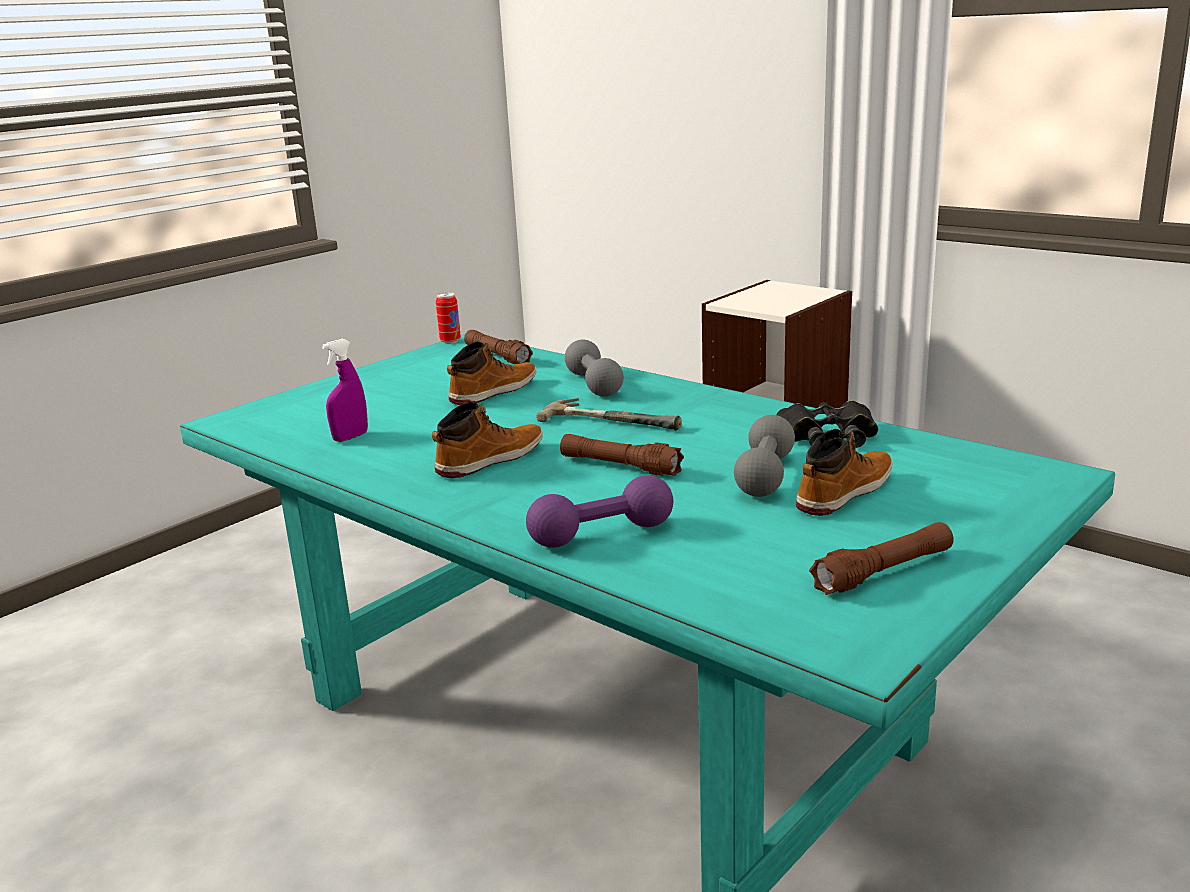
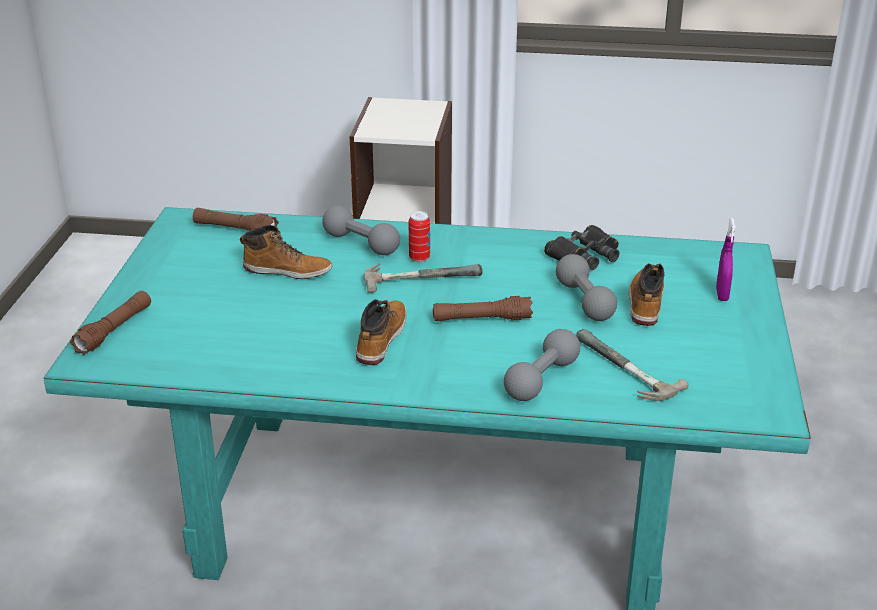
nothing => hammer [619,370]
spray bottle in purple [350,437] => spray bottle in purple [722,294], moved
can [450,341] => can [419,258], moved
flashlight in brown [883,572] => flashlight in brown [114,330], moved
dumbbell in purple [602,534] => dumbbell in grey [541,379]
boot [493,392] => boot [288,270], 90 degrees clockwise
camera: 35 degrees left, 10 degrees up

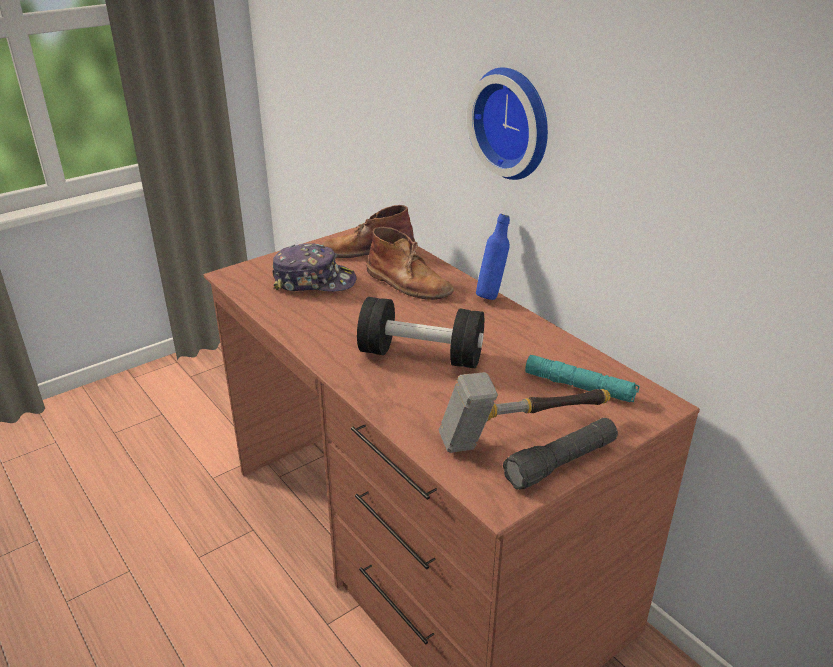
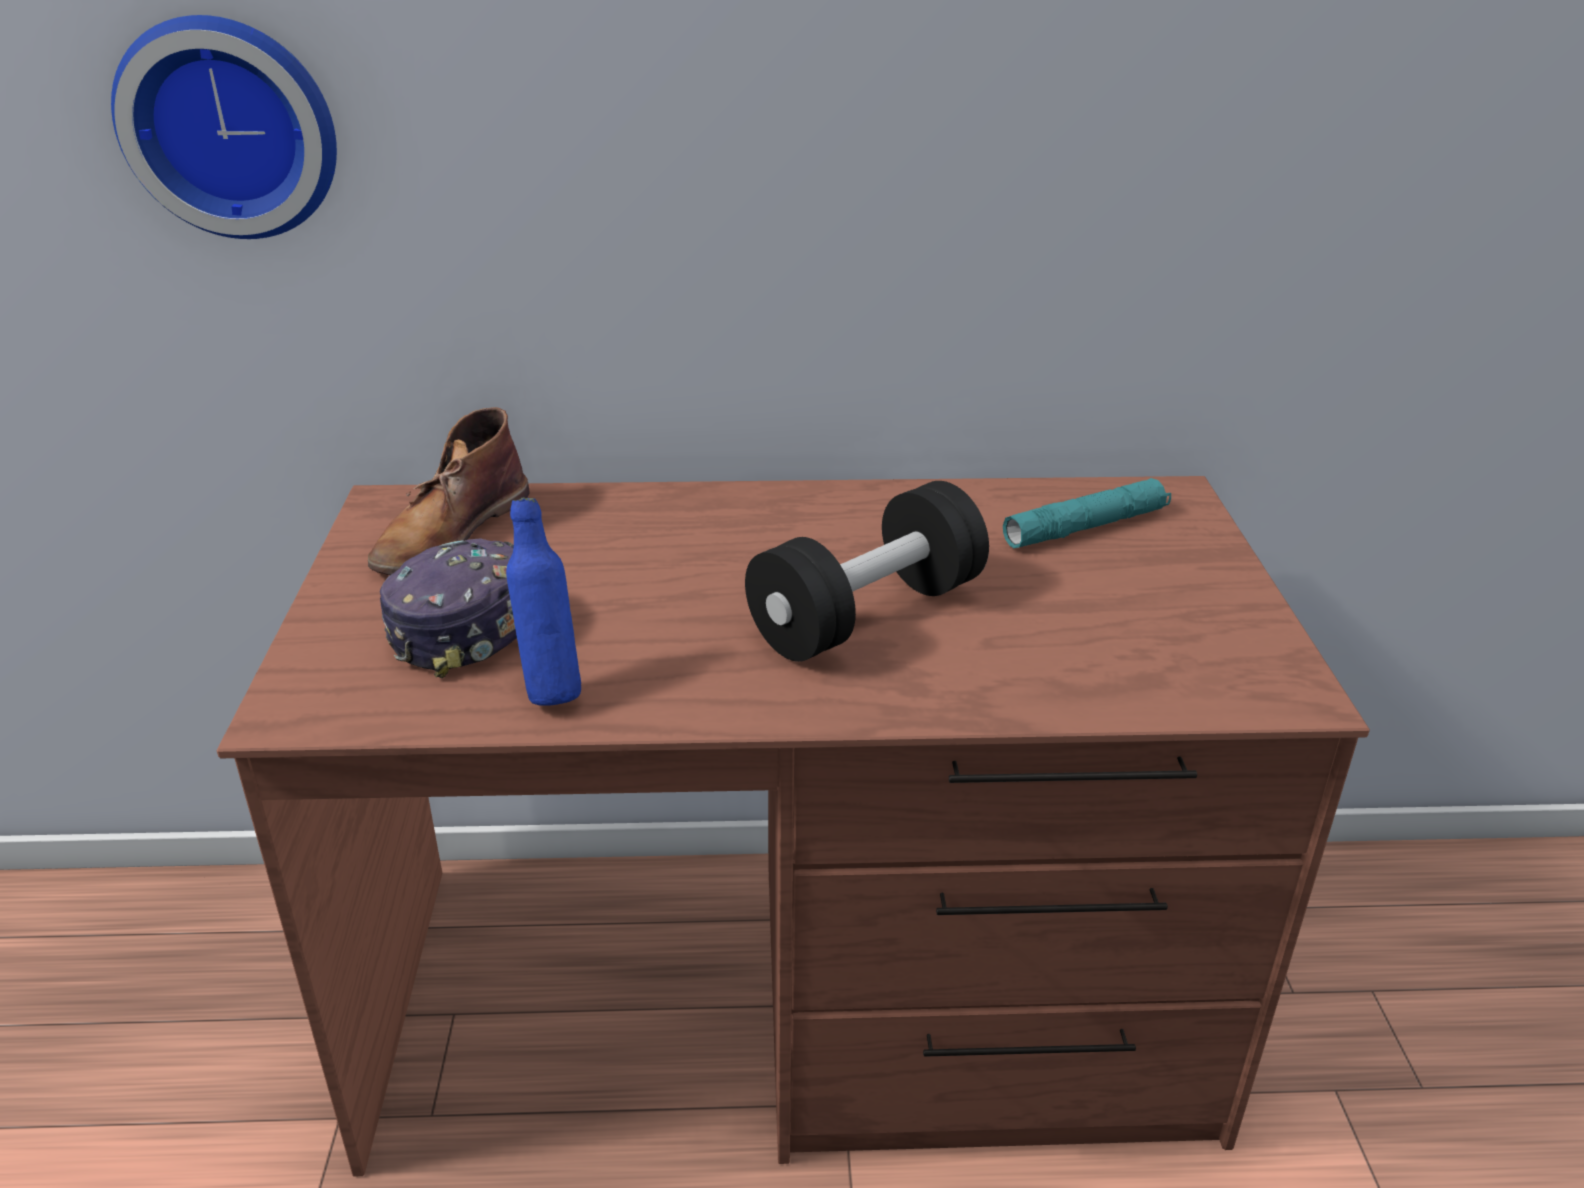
boot in brown [408,283] => nothing
hammer [521,434] => nothing
flashlight in black [561,463] => nothing
wall clock [514,122] => wall clock [232,126], moved
bottle in blue [491,295] => bottle in blue [550,689], moved
camera: 55 degrees left, 0 degrees up

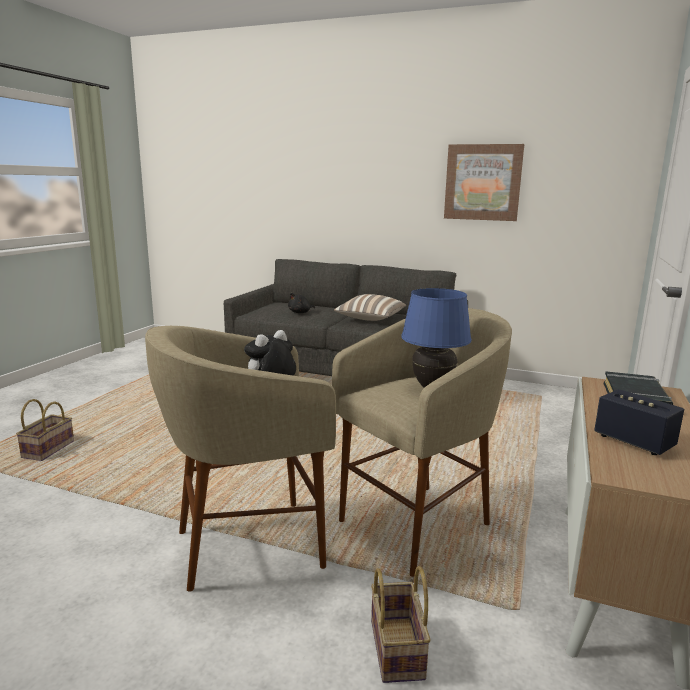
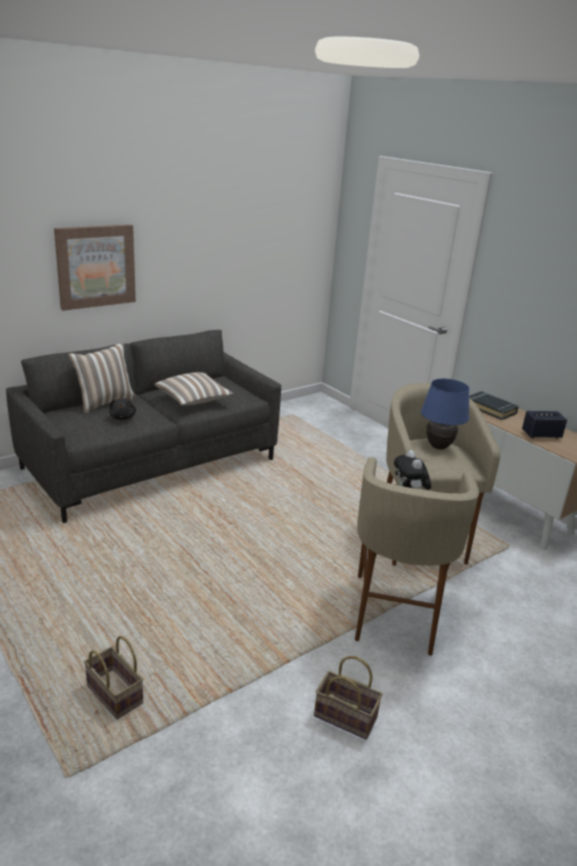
nothing => pillow [104,402]
basket [399,650] => basket [347,716], moved
picture [483,182] => picture [95,266], moved
camera: 60 degrees left, 10 degrees up

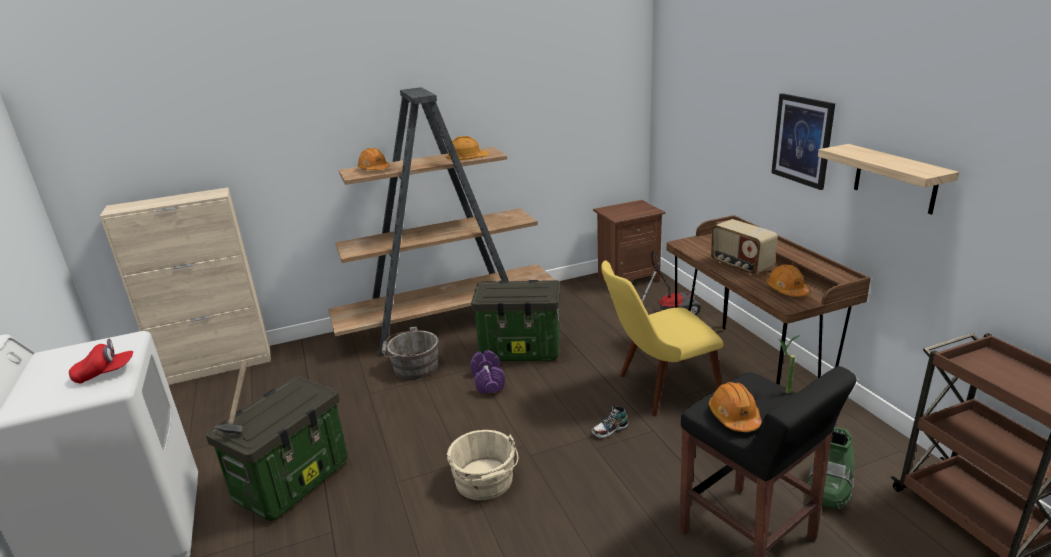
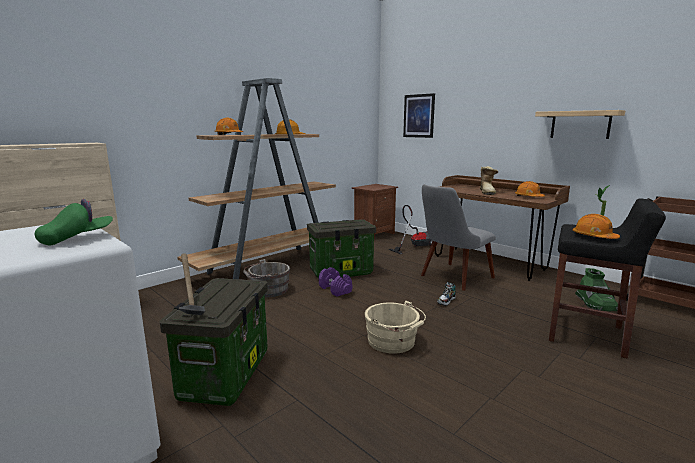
picture [802,140] => picture [419,116], moved
radio [740,265] => boot [487,192]
cap in red [105,373] => cap in green [77,239]
chair in yellow [657,389] => chair in grey [451,278]
camera: 25 degrees left, 10 degrees down

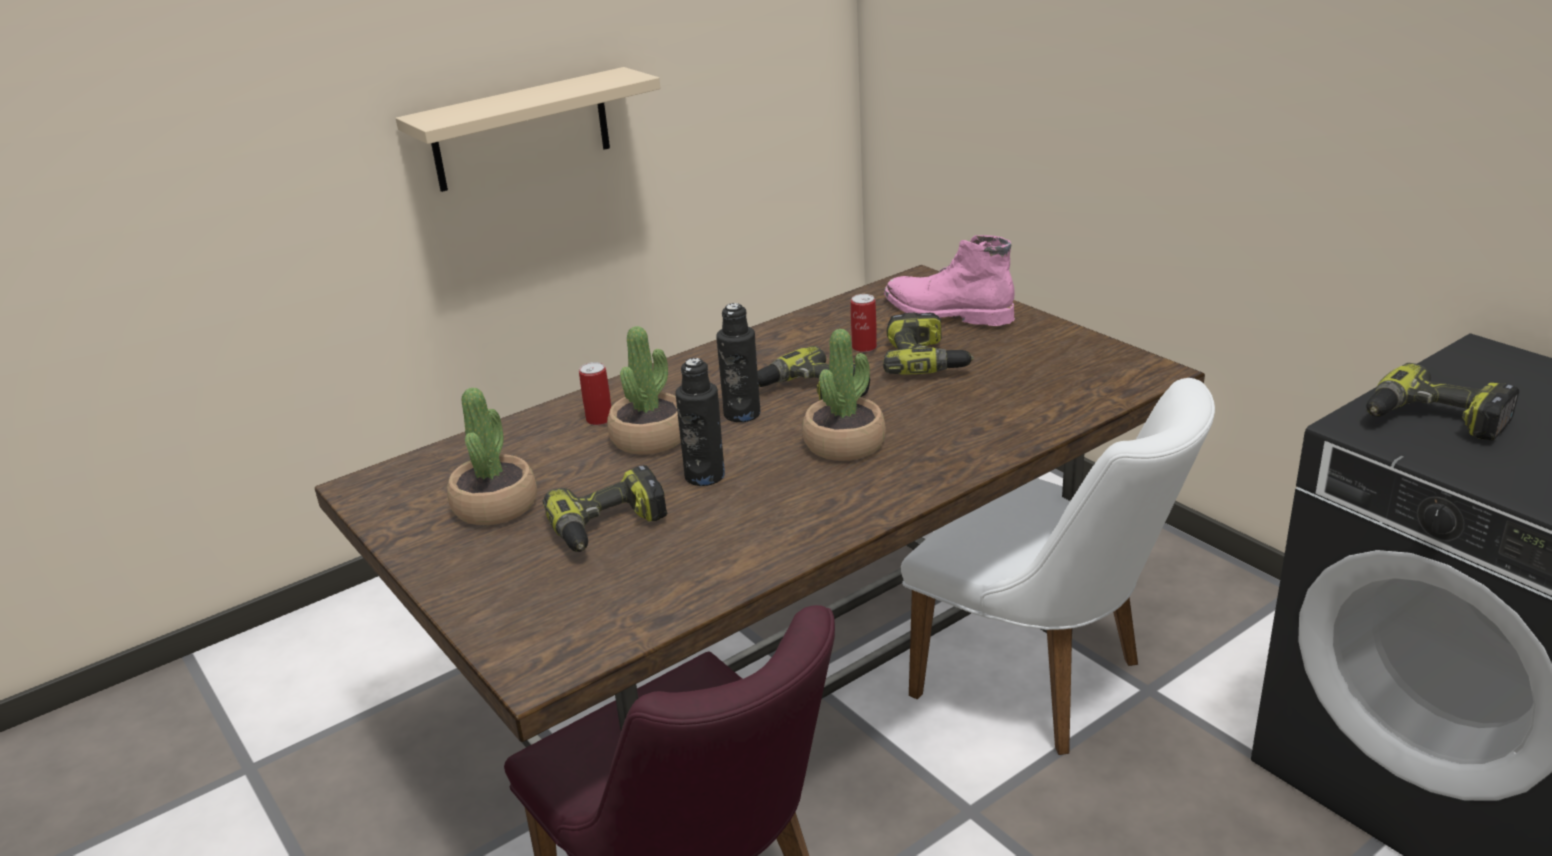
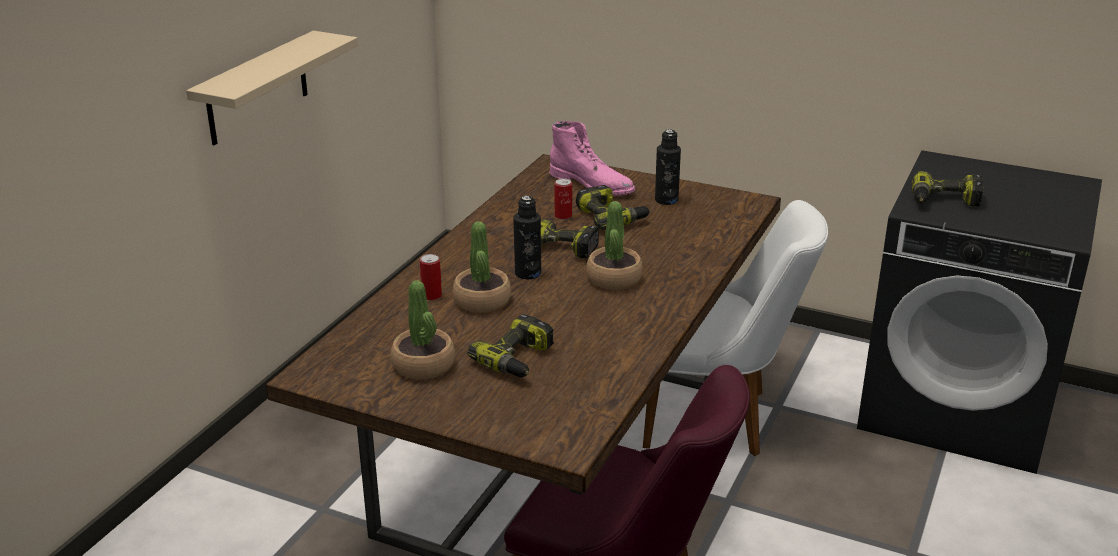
bottle in black [704,476] => bottle in black [666,200], moved
boot in pink [945,312] => boot in pink [593,184], 150 degrees counterclockwise
camera: 30 degrees left, 0 degrees up

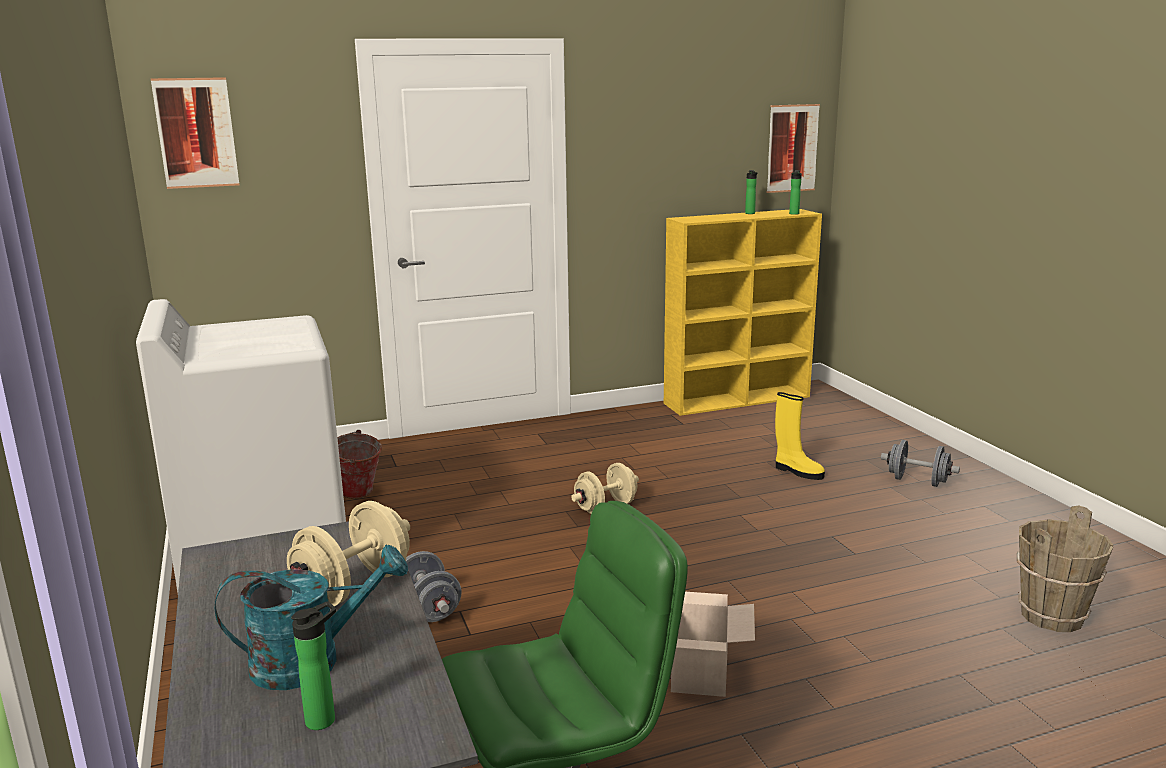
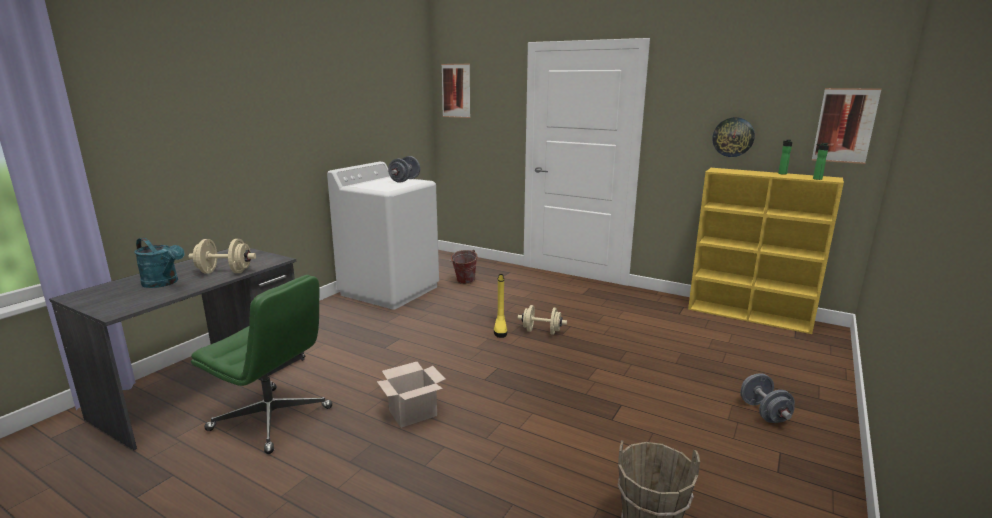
bottle [325,719] => nothing
nothing => wall clock [733,137]
dumbbell in grey [429,608] => dumbbell in grey [405,180], moved
boot in yellow [797,471] => boot in yellow [500,329], moved
camera: 50 degrees right, 0 degrees up

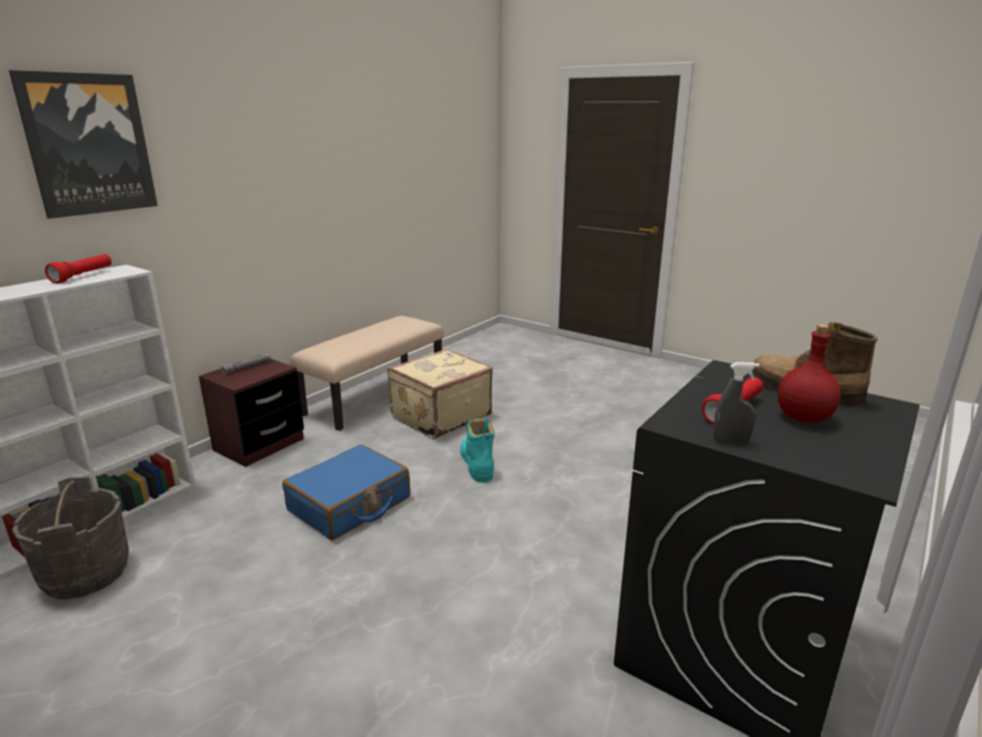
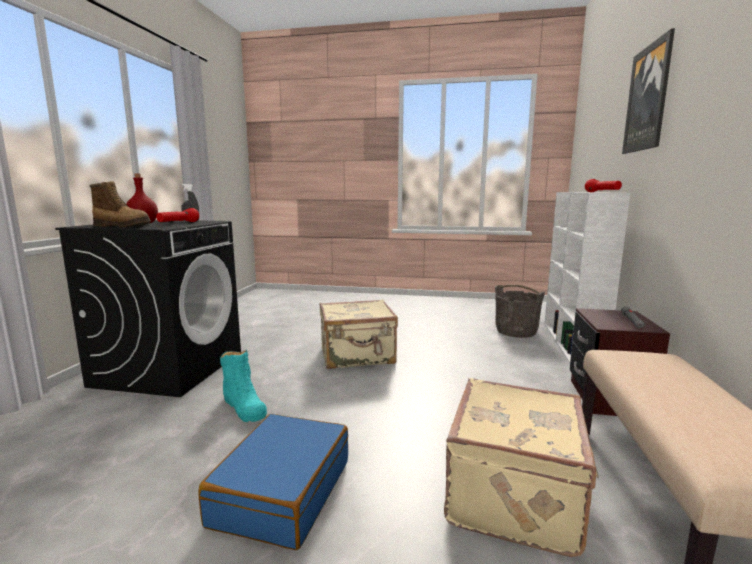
nothing => suitcase in beige [357,356]
suitcase in blue [350,504] => suitcase in blue [282,491], moved
boot in turquoise [476,464] => boot in turquoise [244,407], moved
camera: 155 degrees right, 10 degrees down

